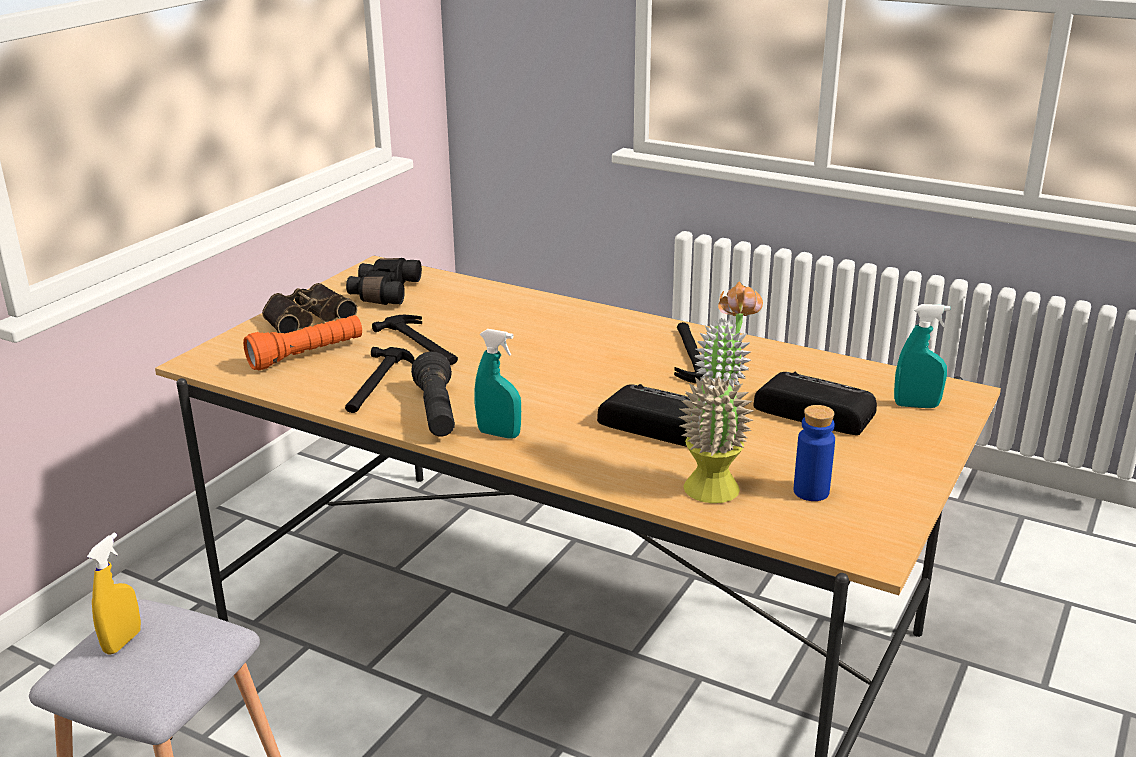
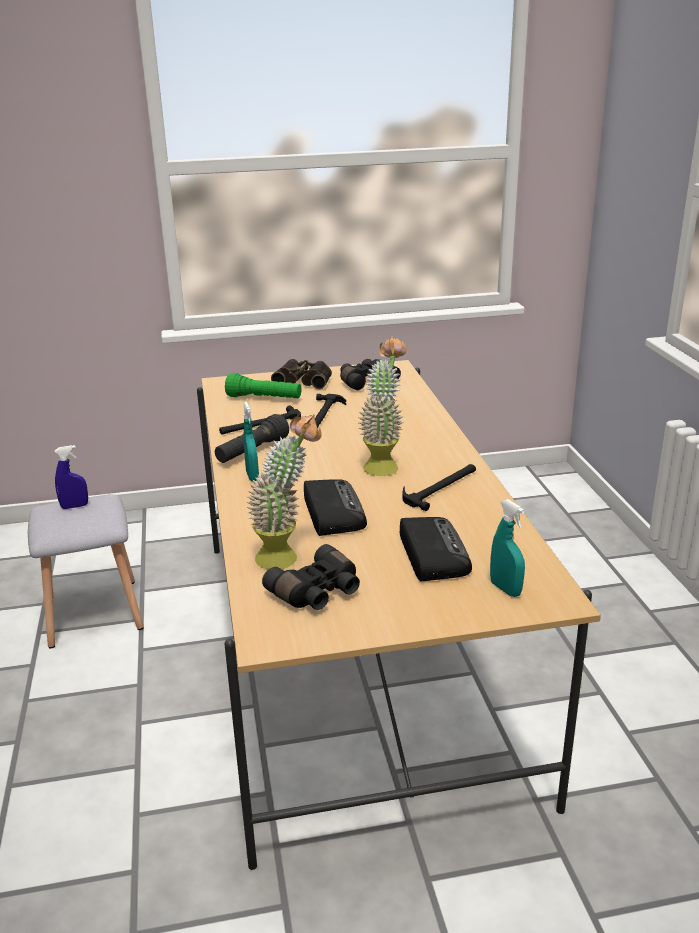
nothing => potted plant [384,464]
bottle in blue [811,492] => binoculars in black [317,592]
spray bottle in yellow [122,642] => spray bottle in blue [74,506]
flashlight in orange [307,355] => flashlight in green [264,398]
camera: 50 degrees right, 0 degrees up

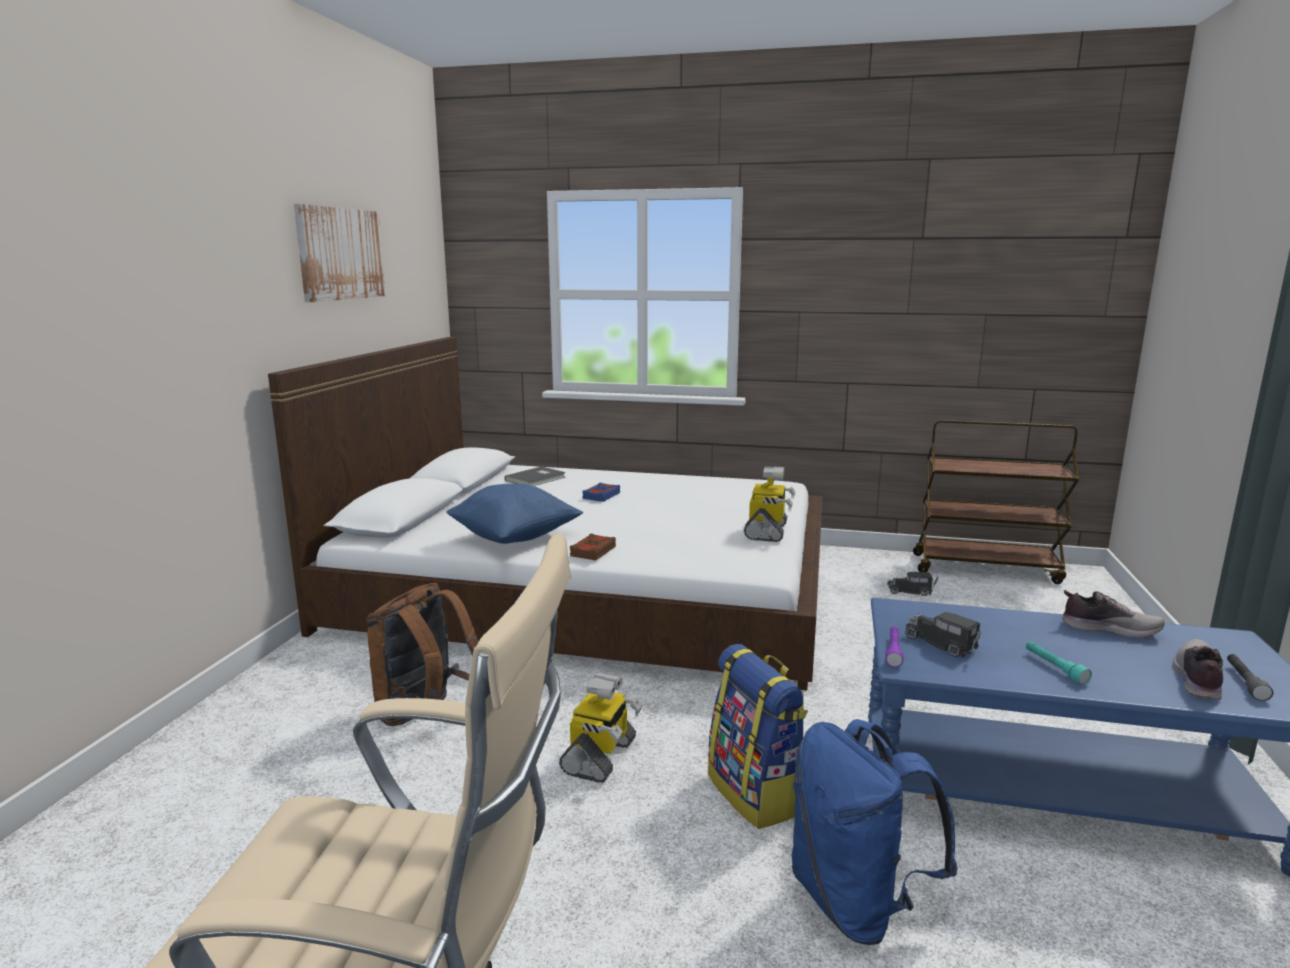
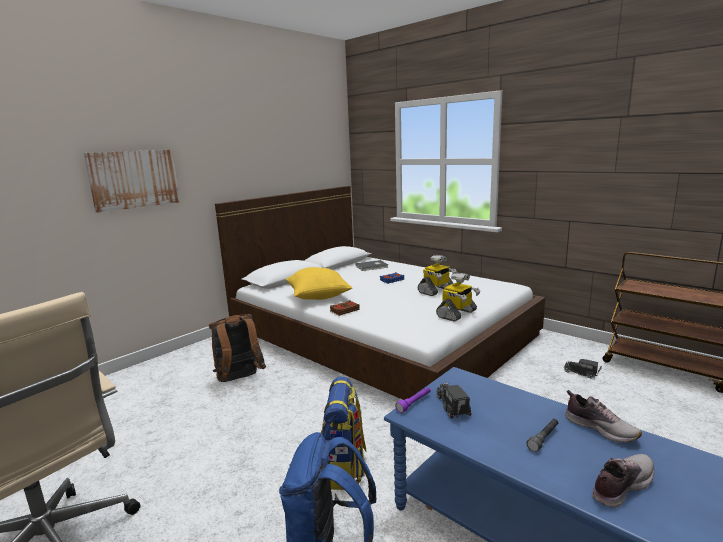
flashlight in turquoise [1054,668] => nothing
picture [340,254] => picture [134,179], moved
toy robot [600,757] => toy robot [436,291], moved
flashlight in grey [1244,682] => flashlight in grey [543,438], moved
pillow in blue [515,539] => pillow in yellow [318,297]
camera: 30 degrees right, 0 degrees up

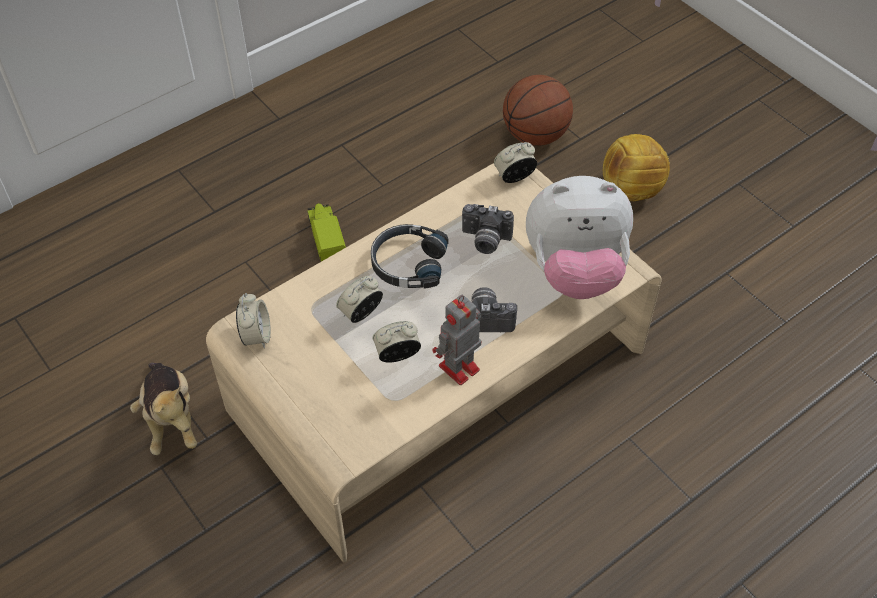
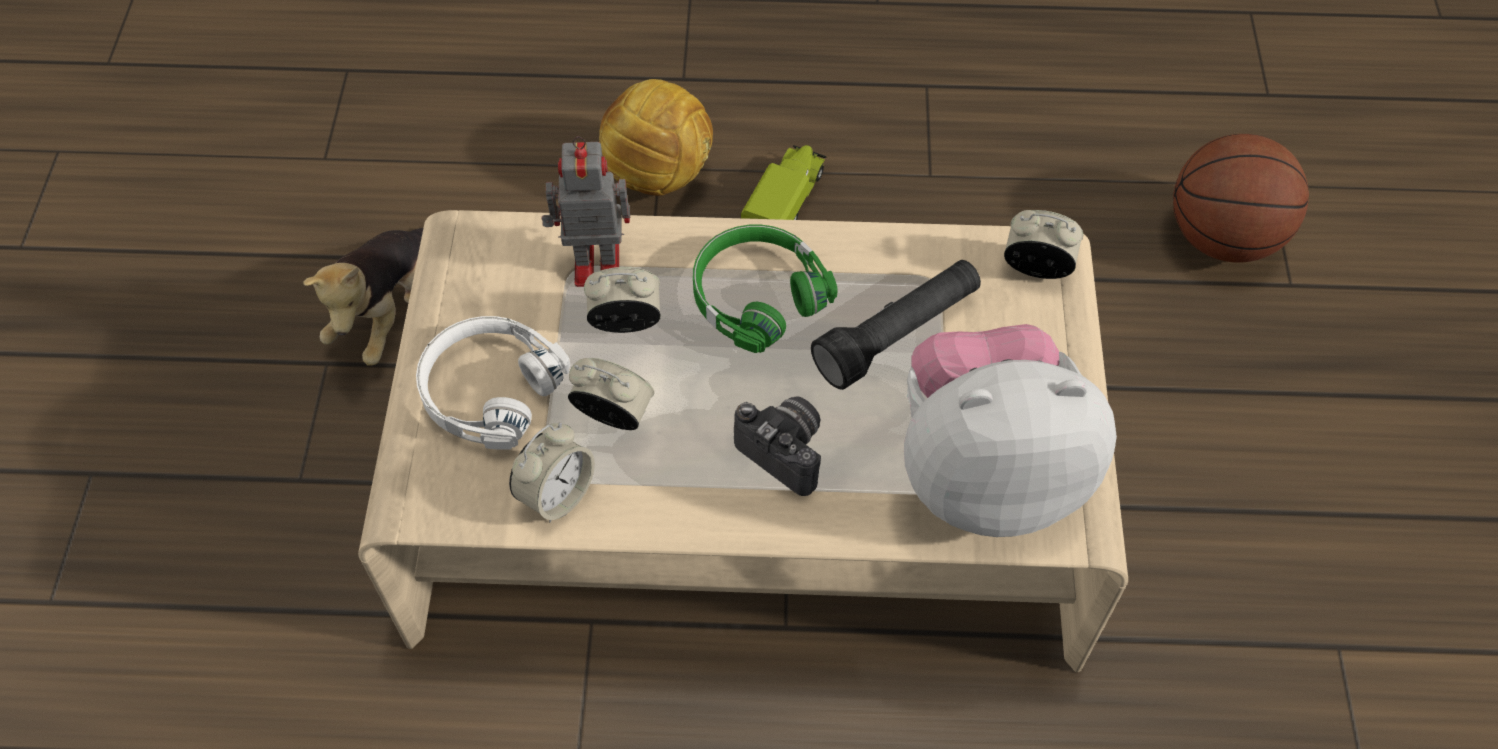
nothing => headphones in white [489,389]
alarm clock [256,336] => alarm clock [557,494], moved
toy robot [457,369] => toy robot [593,265], moved
football [631,189] => football [659,173], moved
photo camera [485,241] => flashlight in black [897,334]
headphones in black [408,263] => headphones in green [756,295]
plush toy [575,271] => plush toy [986,472], 135 degrees clockwise
camera: 40 degrees right, 5 degrees up

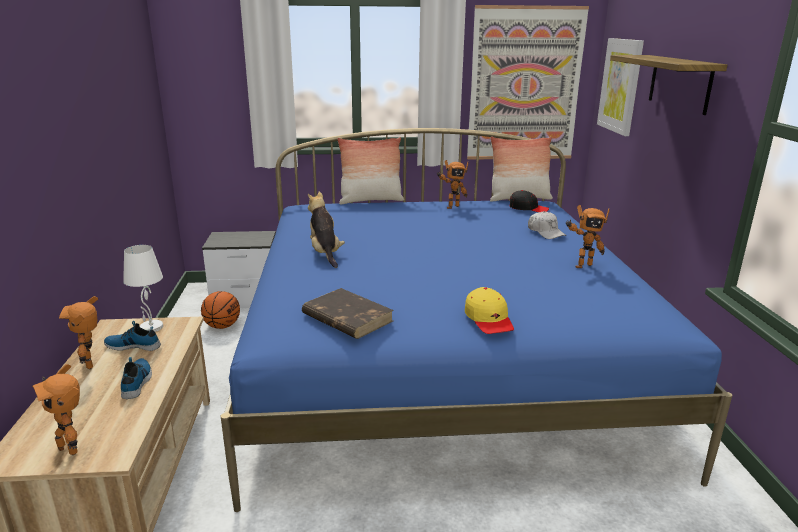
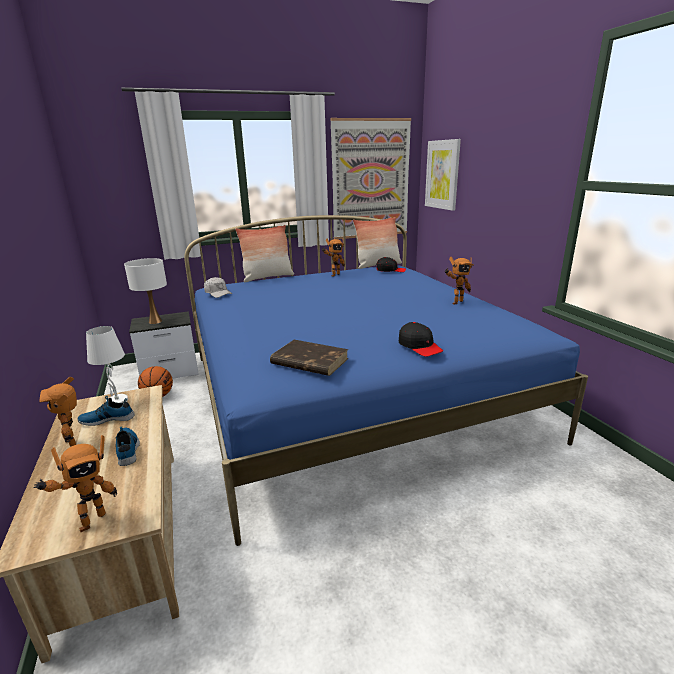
plush toy [325,253] => nothing
shelf [679,83] => nothing
nothing => table lamp in white [155,321]
cap in white [545,232] => cap in white [218,293], moved
cap in yellow [489,319] => cap in black [419,346]
toy robot [71,448] => toy robot [90,521], 75 degrees counterclockwise
camera: 15 degrees left, 0 degrees up

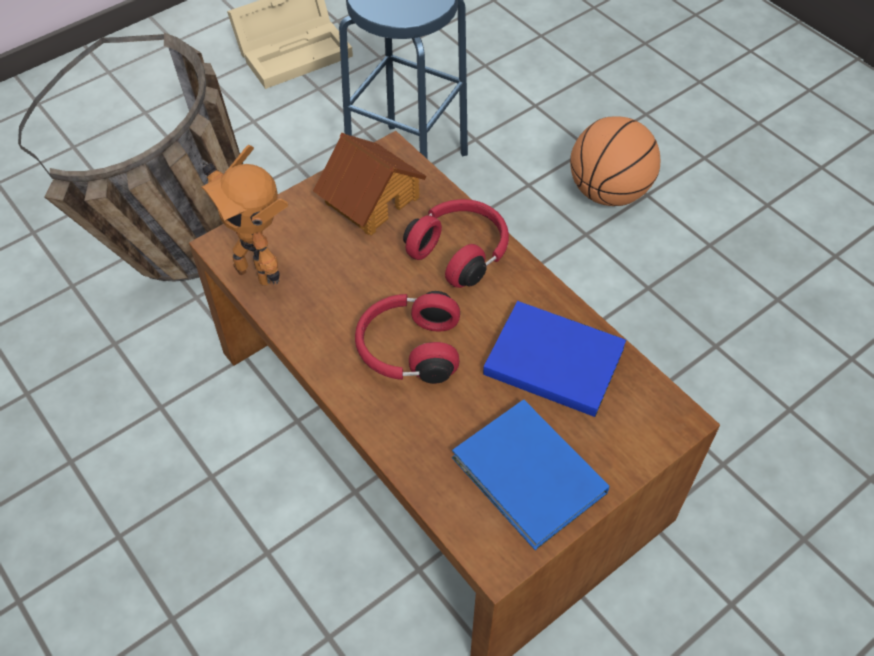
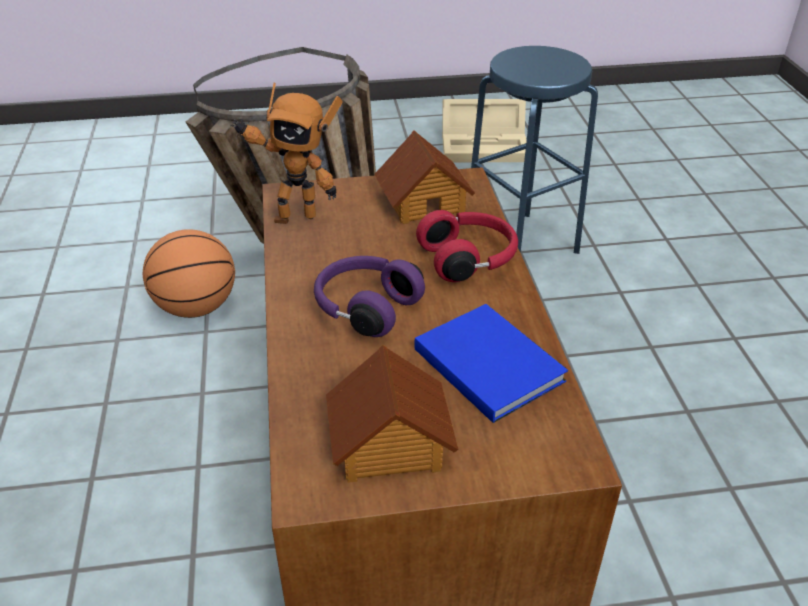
basketball [608,192] => basketball [196,307], moved
book in blue [529,479] => toy house [389,444]
headphones in red [408,349] => headphones in purple [365,307]
toy robot [257,270] => toy robot [294,216], 75 degrees counterclockwise
camera: 30 degrees right, 15 degrees down

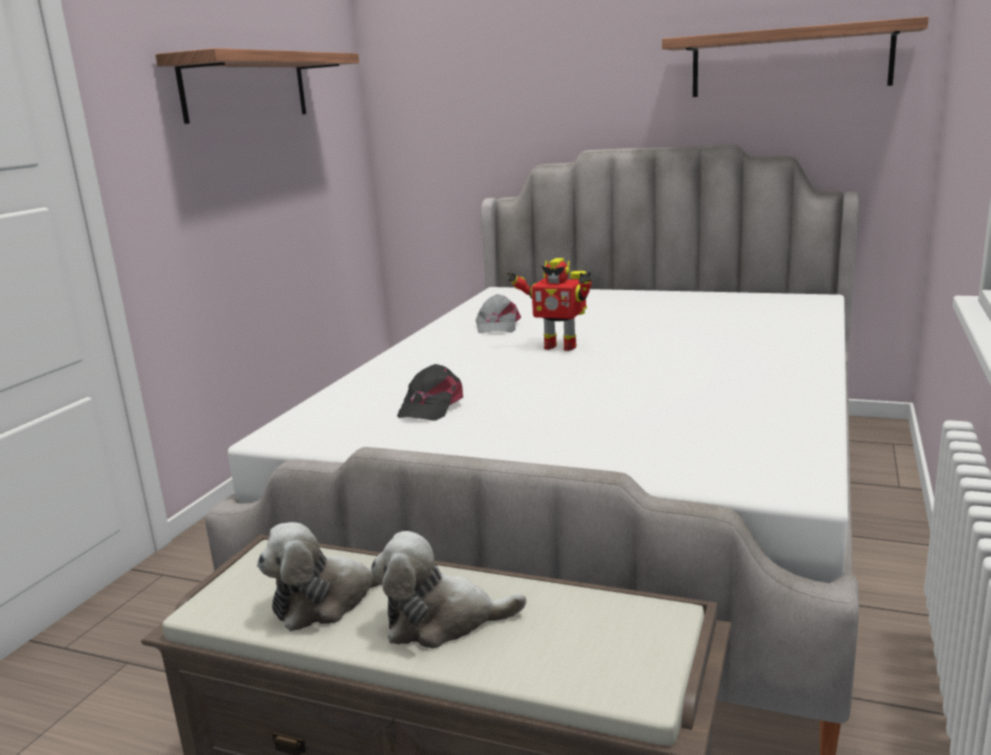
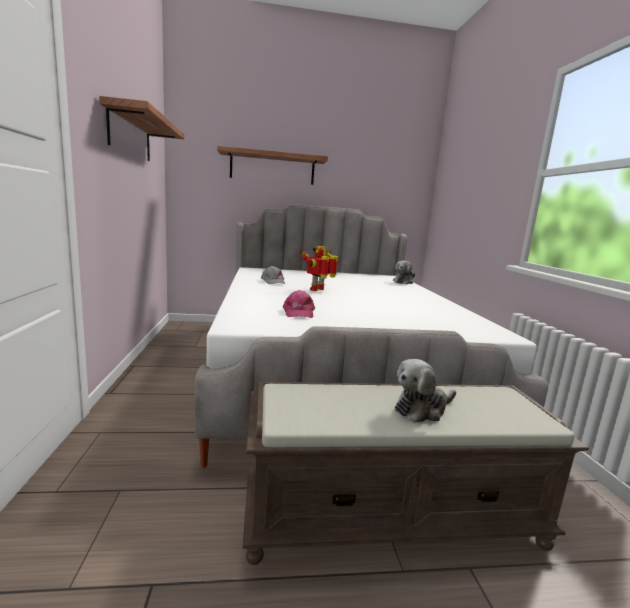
plush toy [327,601] => plush toy [403,282], moved
shelf [790,61] => shelf [272,168], moved
cap in black [431,406] => cap in pink [298,312]
toy robot [559,346] => toy robot [318,289], 135 degrees clockwise
camera: 30 degrees left, 5 degrees down

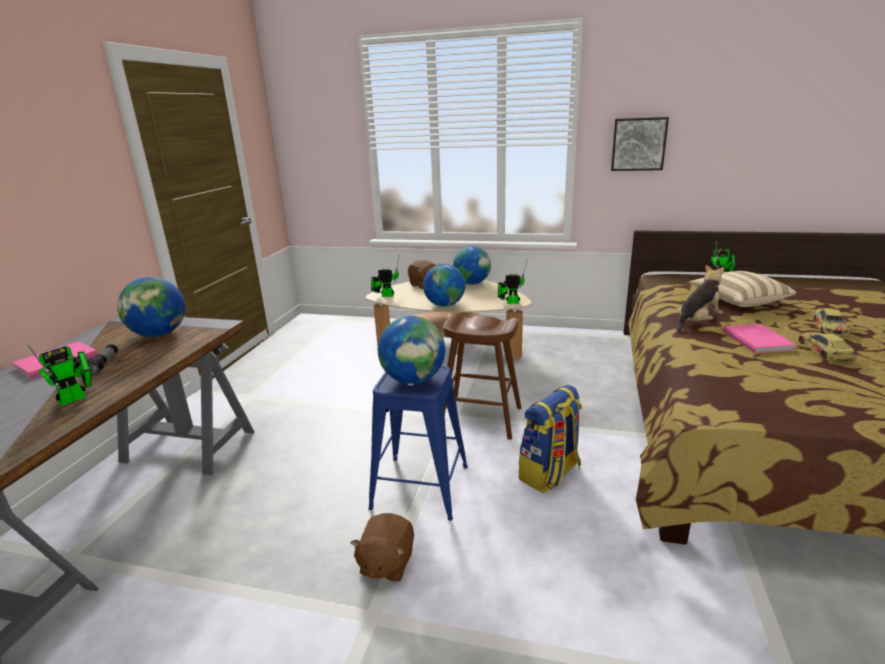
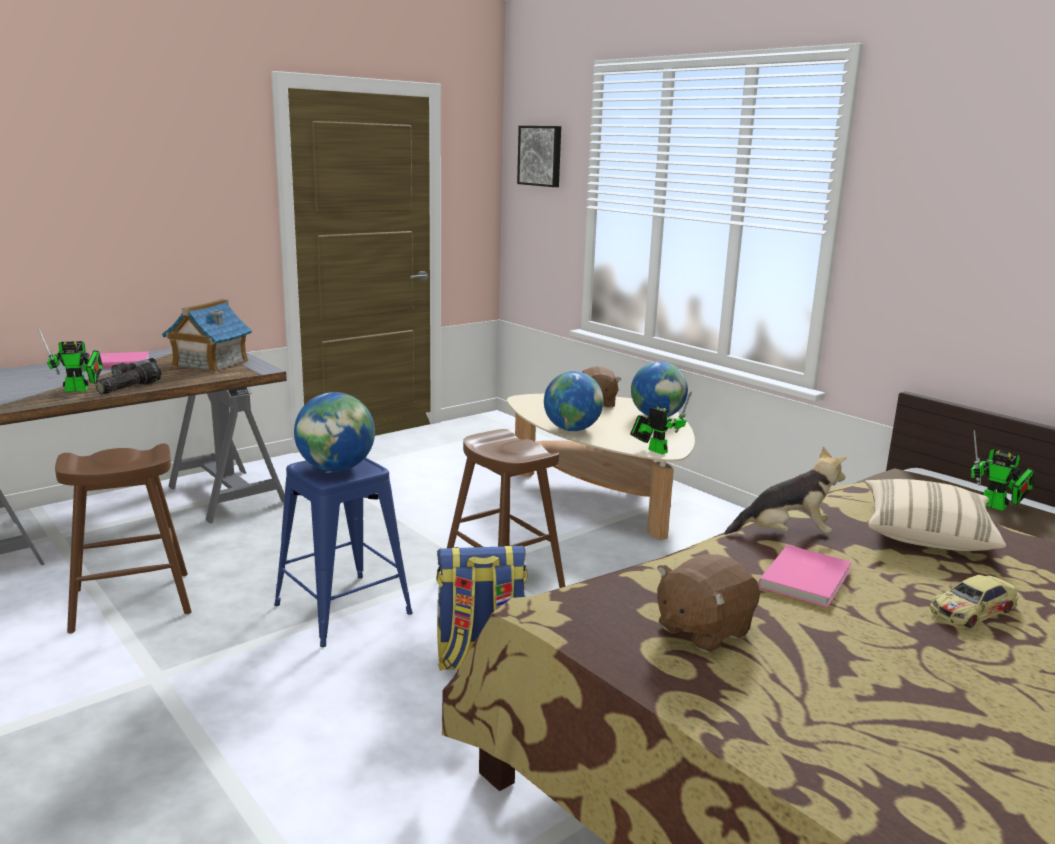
toy robot [385,295] => nothing
toy car [824,351] => nothing
nothing => stool in brown [131,602]
nothing => flashlight [129,387]
plush toy in brown [386,563] => plush toy in brown [702,630], moved
picture [638,144] => picture [541,156], moved
globe [159,334] => toy house [210,364]
camera: 35 degrees right, 5 degrees down

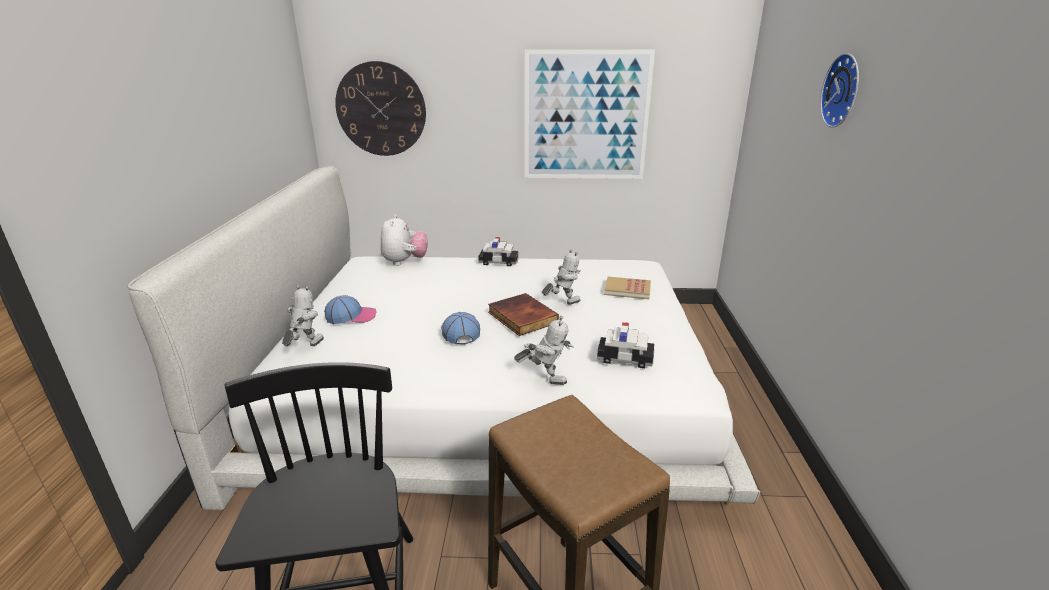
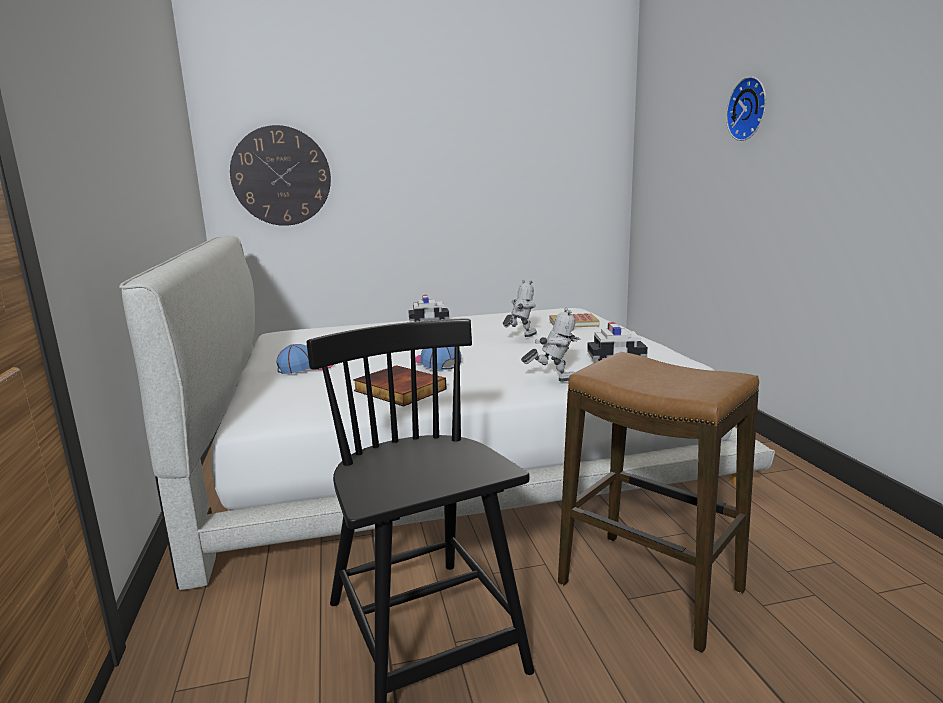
toy robot [305,348] => nothing
plush toy [404,262] => nothing
picture [586,116] => nothing
book [521,317] => book [398,390], moved
camera: 15 degrees left, 10 degrees down

